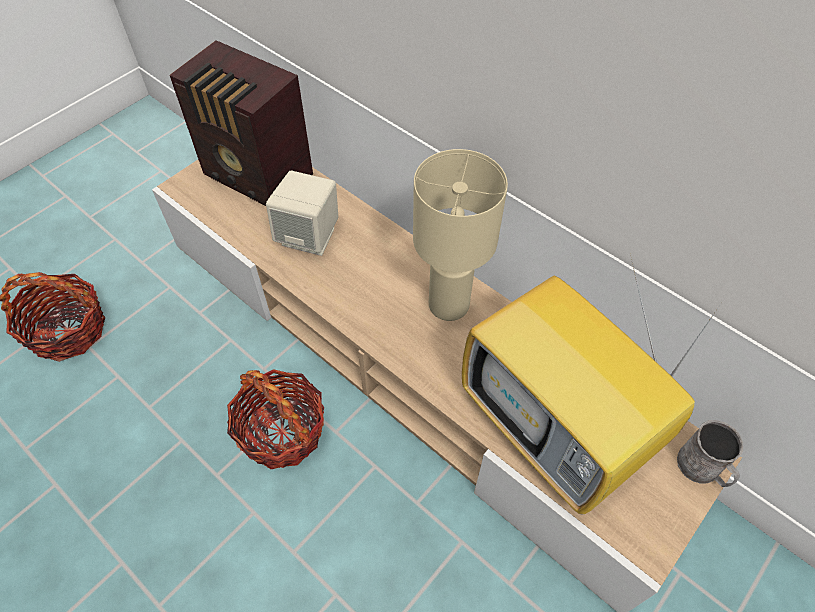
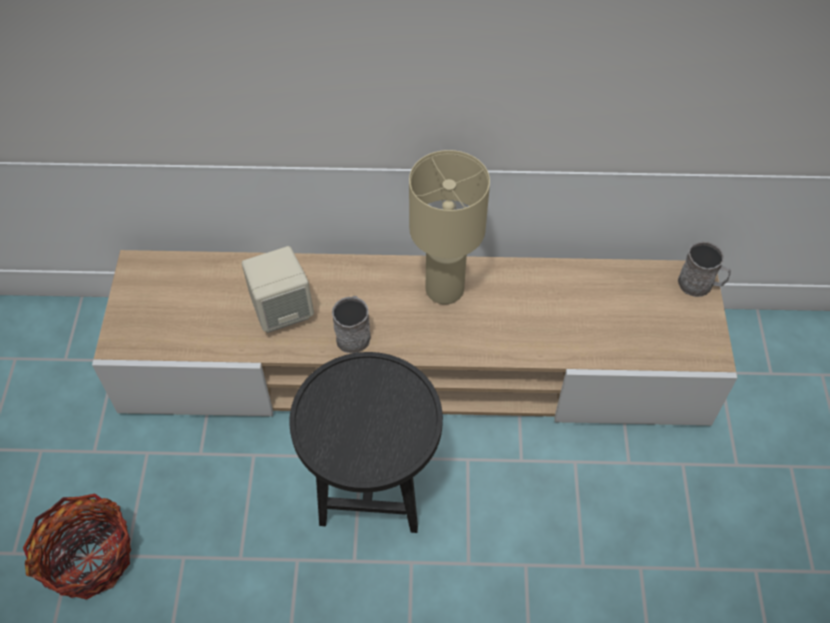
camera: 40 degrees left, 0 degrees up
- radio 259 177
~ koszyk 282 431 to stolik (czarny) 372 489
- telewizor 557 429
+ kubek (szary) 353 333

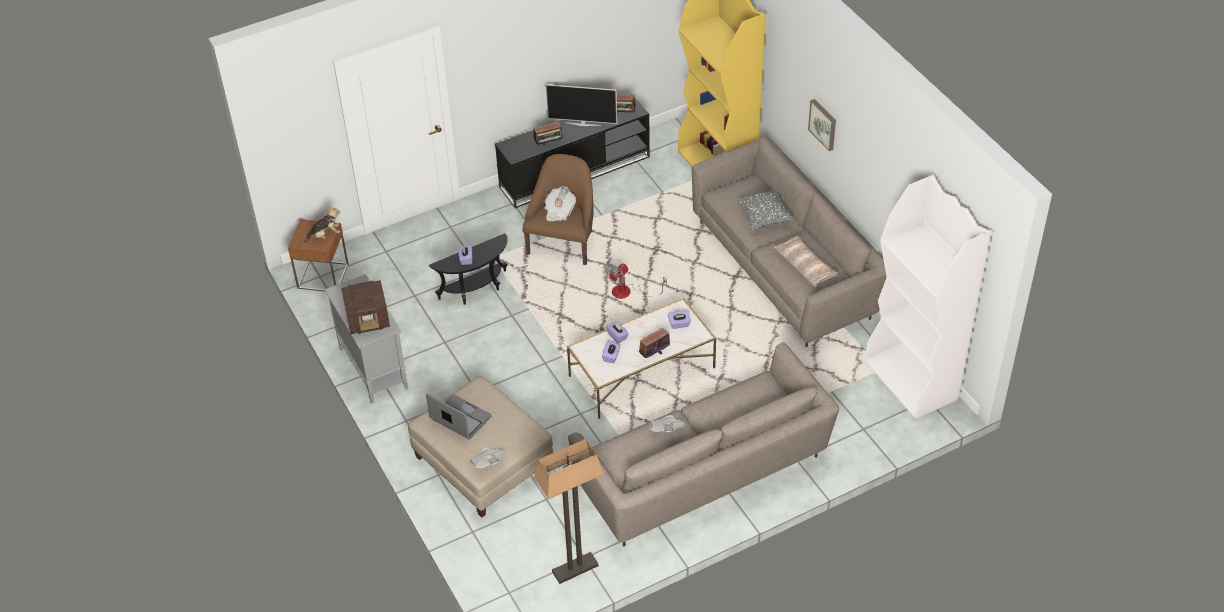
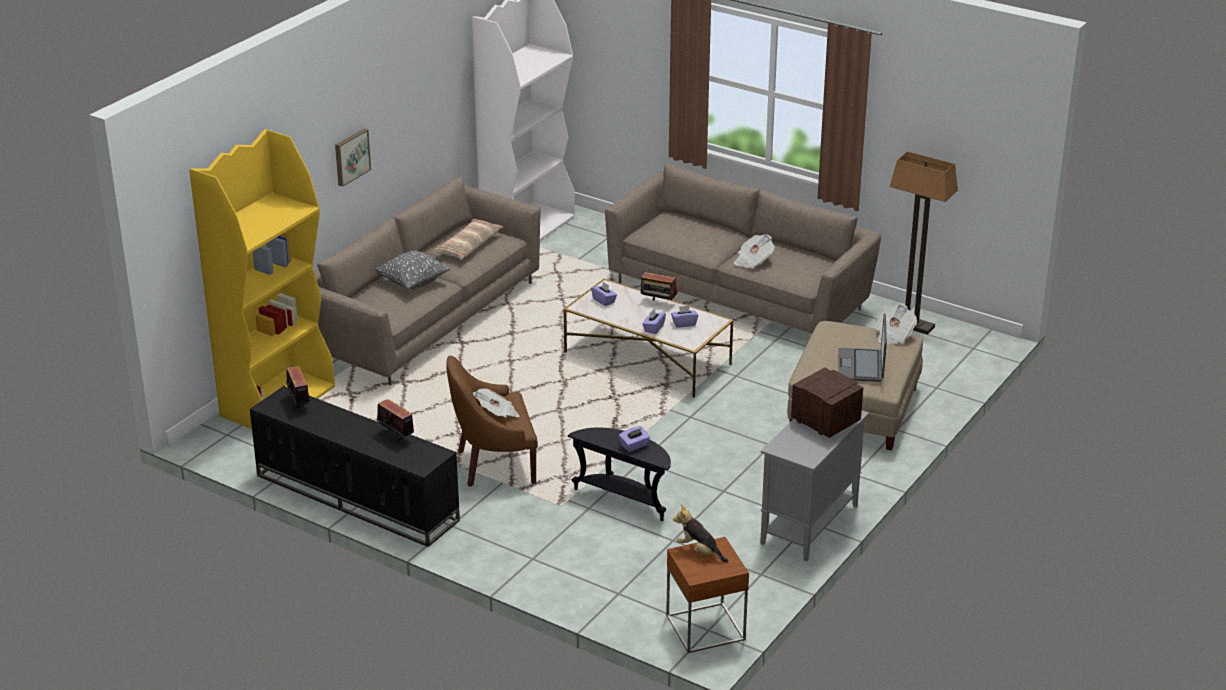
camera: 120 degrees left, 15 degrees down
- telewizor 583 123
- wentylator 628 292

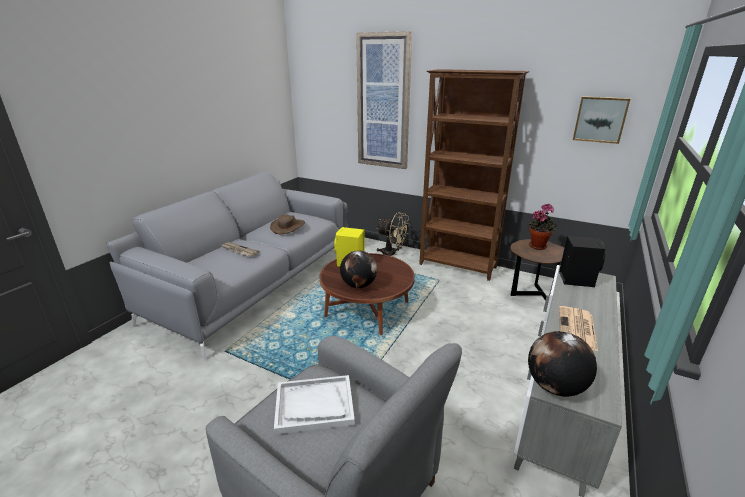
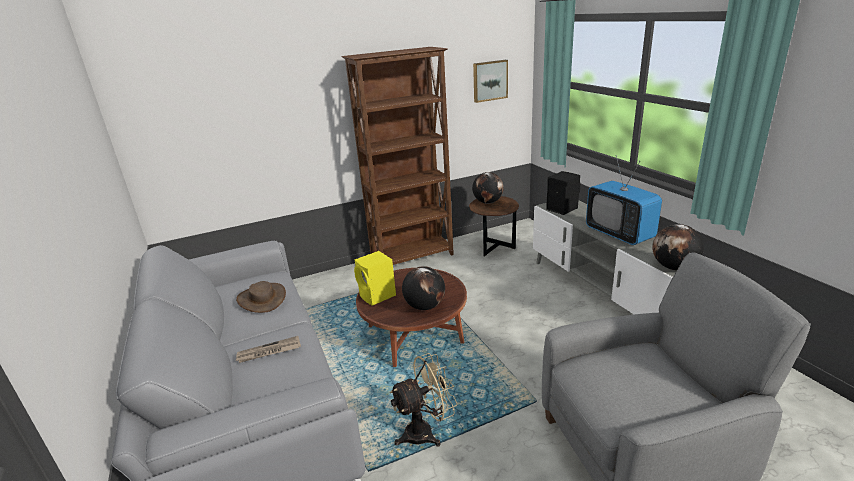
camera: 50 degrees left, 0 degrees up
- taca (biały) 314 405
- obraz 383 103
~ wentylator (beżowy) 392 254 to 426 431
~ roślina doniczkowa 538 246 to globus 488 202
~ gazeta 577 329 to telewizor 619 234

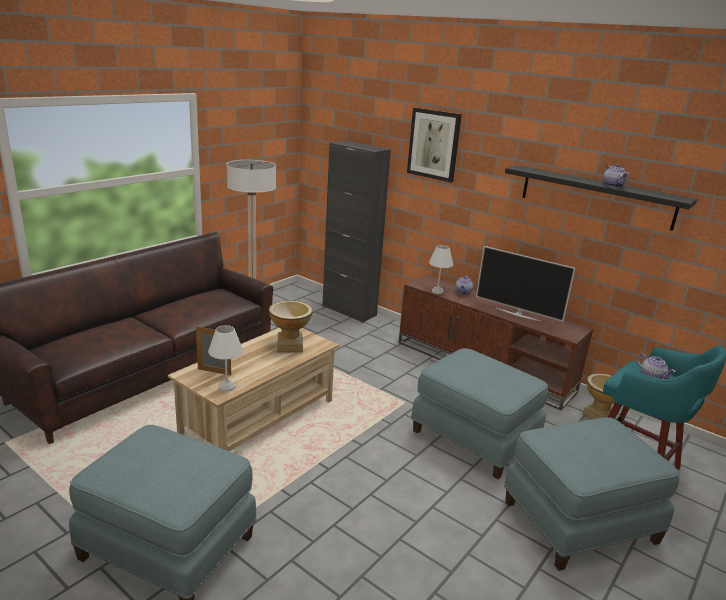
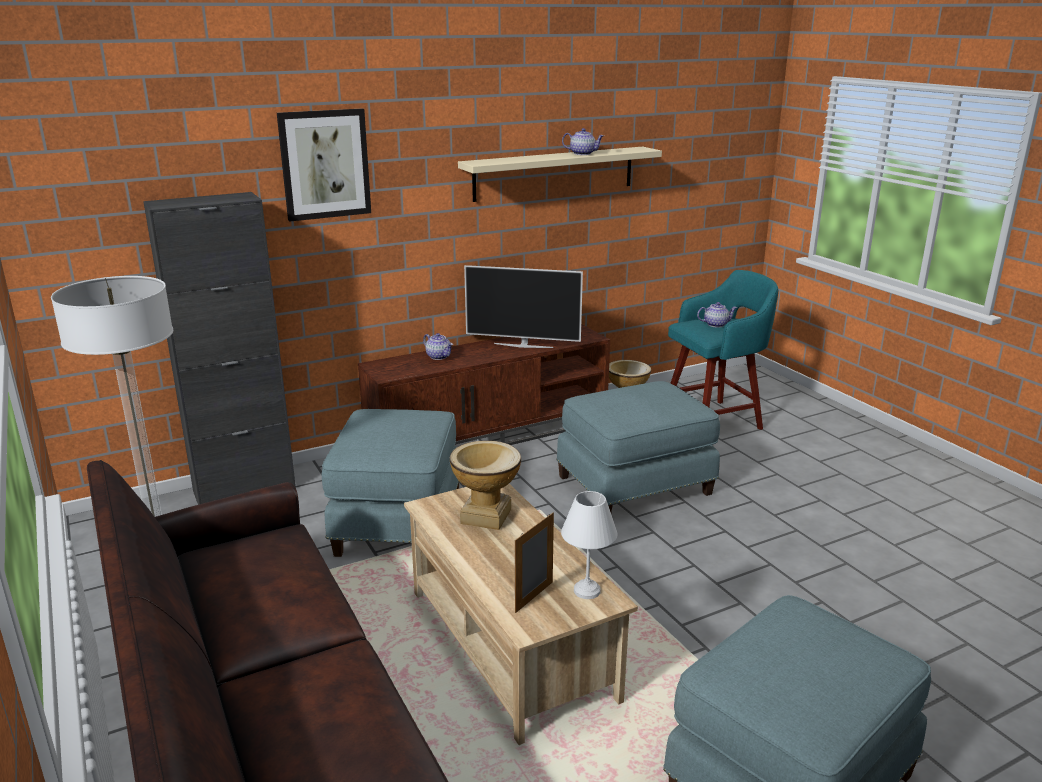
camera: 65 degrees left, 0 degrees up
- lampa stołowa (biały) 437 291
~ telewizor 518 314 = 523 345 45 degrees clockwise
~ pufa (niebieski) 578 520 to 397 521
~ półka (czarny) 596 196 to półka (beżowy) 554 173

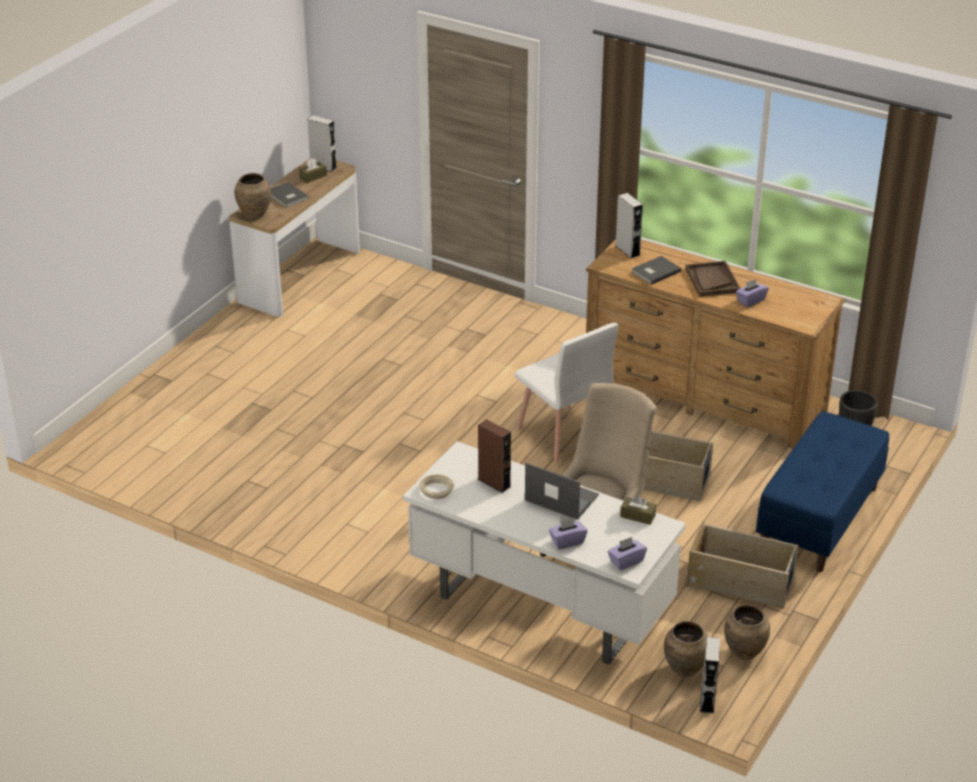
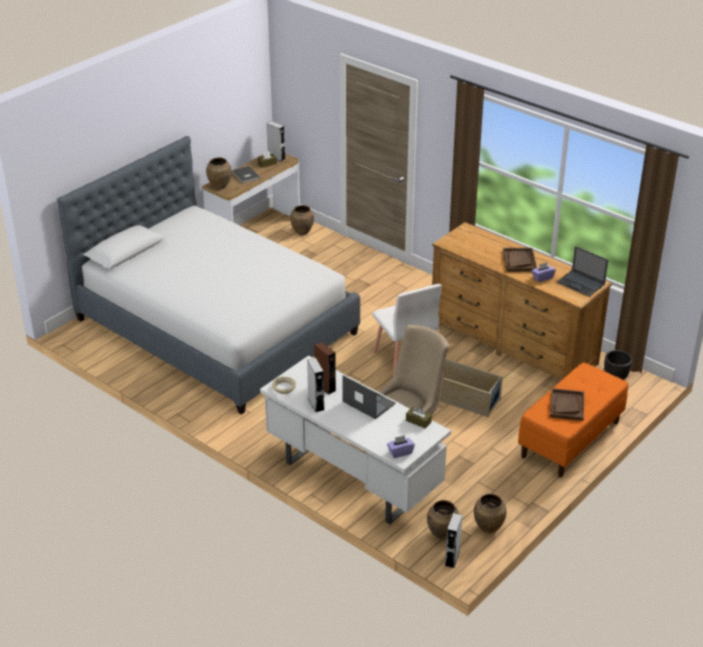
camera: 10 degrees right, 0 degrees up
- pudełko chusteczek (fioletowy) 567 541
~ głośnik (szary) 627 250 to 316 404
- książka (szary) 655 271
- pojemnik do przechowywania (beżowy) 741 582
~ ławka (niebieski) 819 519 to ławka (pomarańczowy) 570 440
+ łóżko 216 326
+ wazon (brązowy) 302 232
+ taca (brązowy) 566 405
+ laptop 581 283

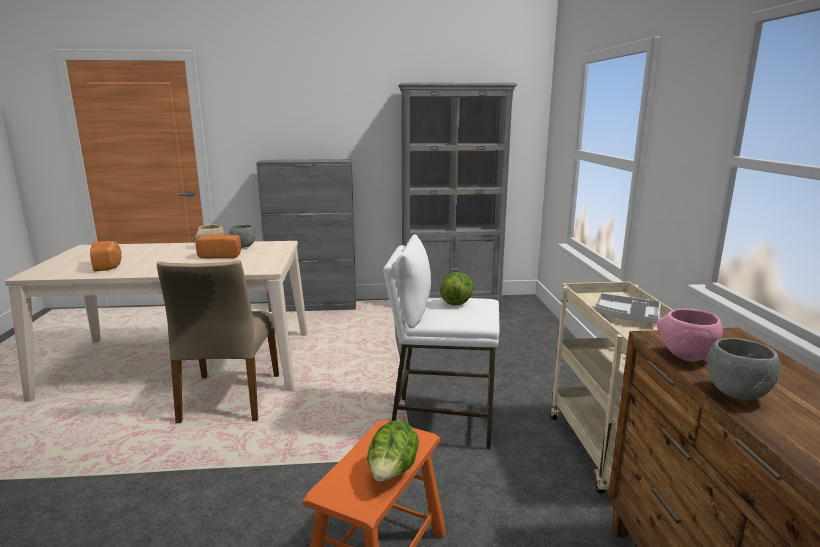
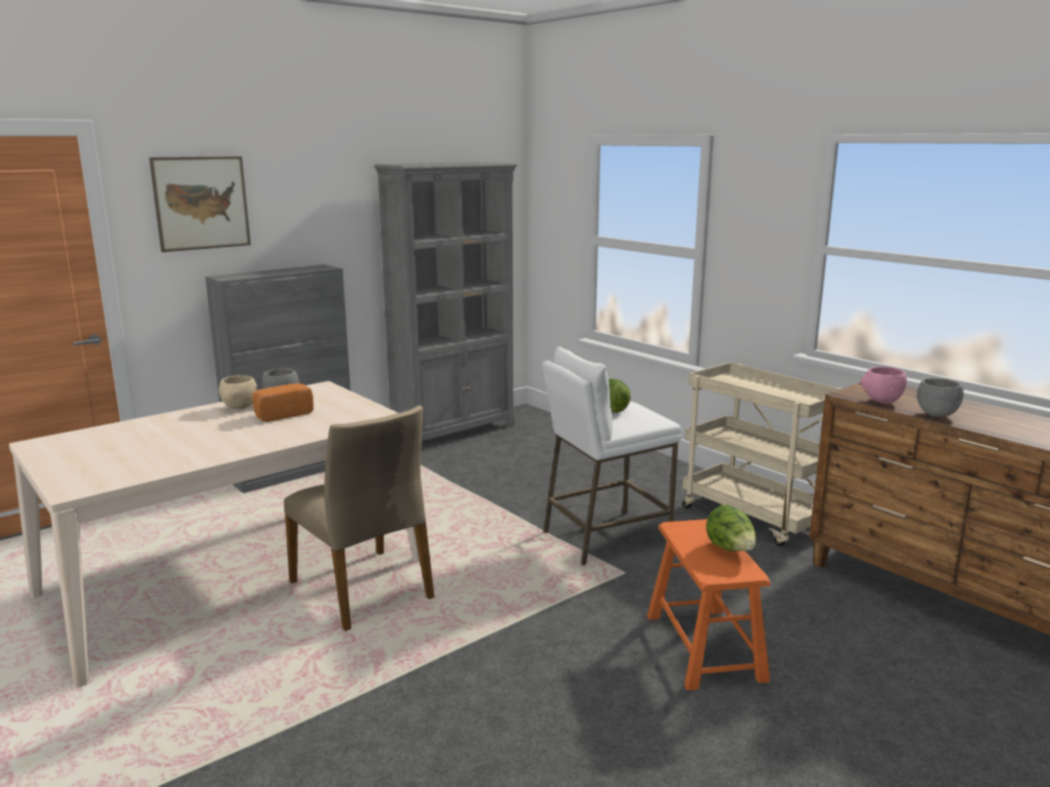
camera: 35 degrees left, 0 degrees up
- chleb 108 265
- taca (szary) 626 317
+ obraz 201 203

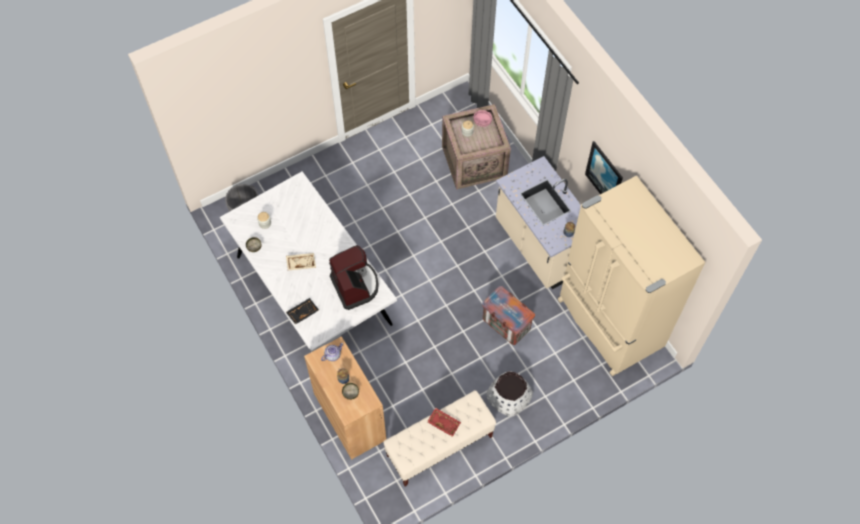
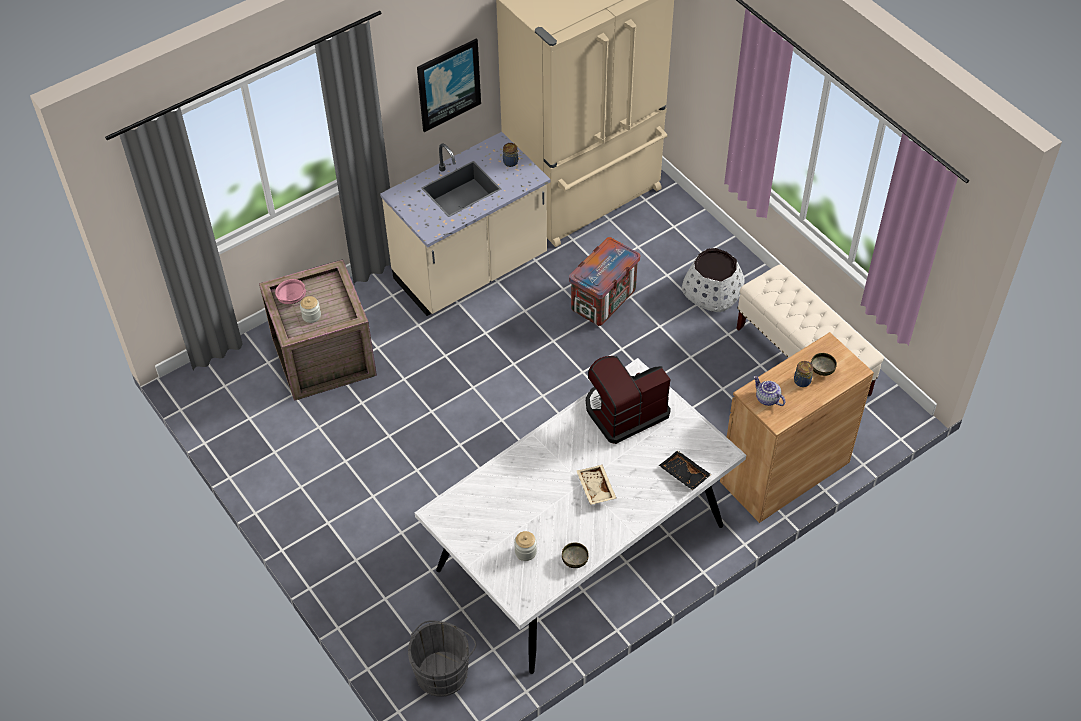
camera: 95 degrees left, 10 degrees down
- taca (czerwony) 444 423

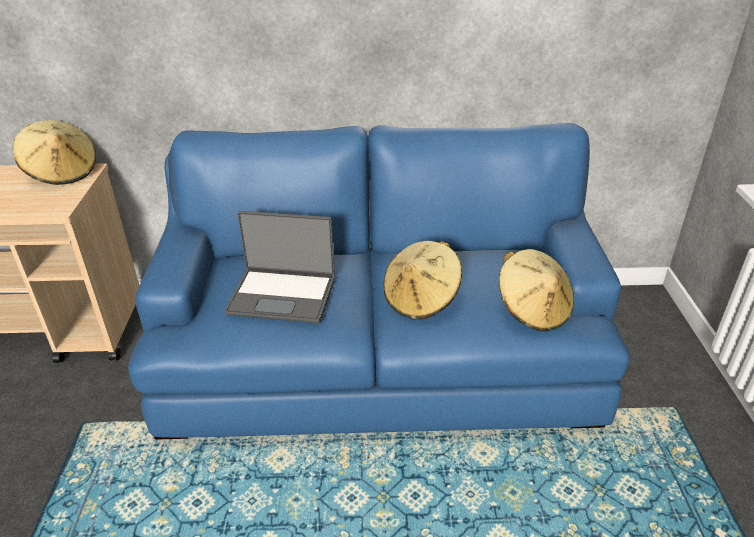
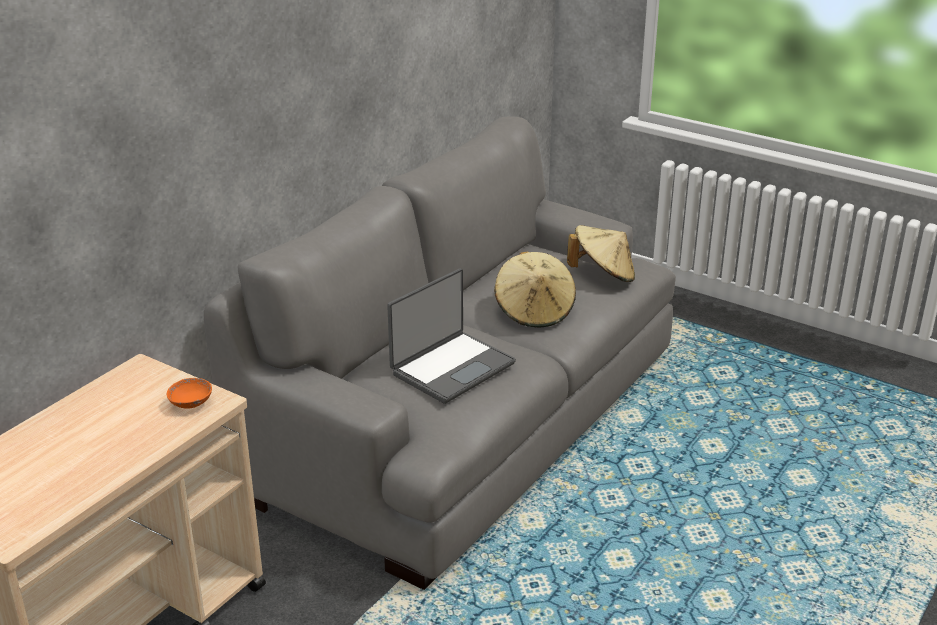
camera: 55 degrees left, 5 degrees down
- kapelusz (beżowy) 62 173
~ kanapa (niebieski) 378 359 to kanapa (szary) 467 420
+ miska (pomarańczowy) 191 403

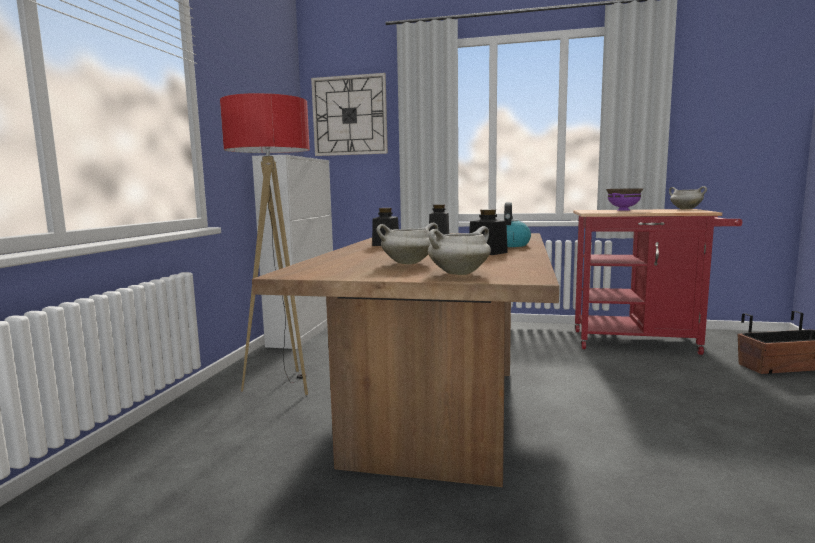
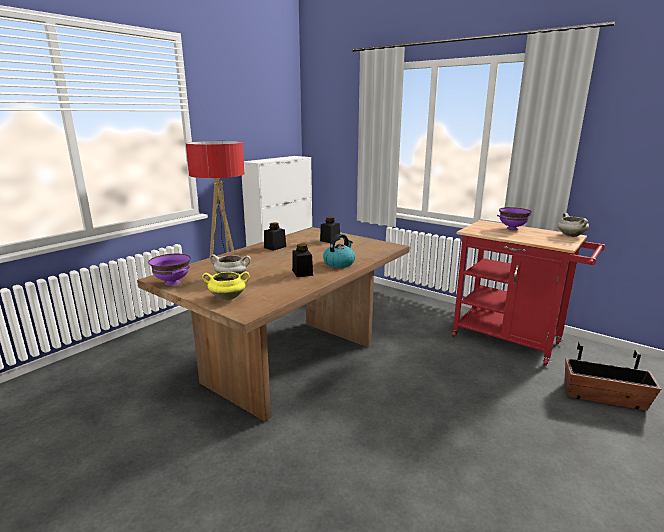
camera: 25 degrees right, 10 degrees up
- zegar ścienny 350 115
~ garnek (biały) 459 273 to garnek (żółty) 228 298
+ miska (fioletowy) 173 282

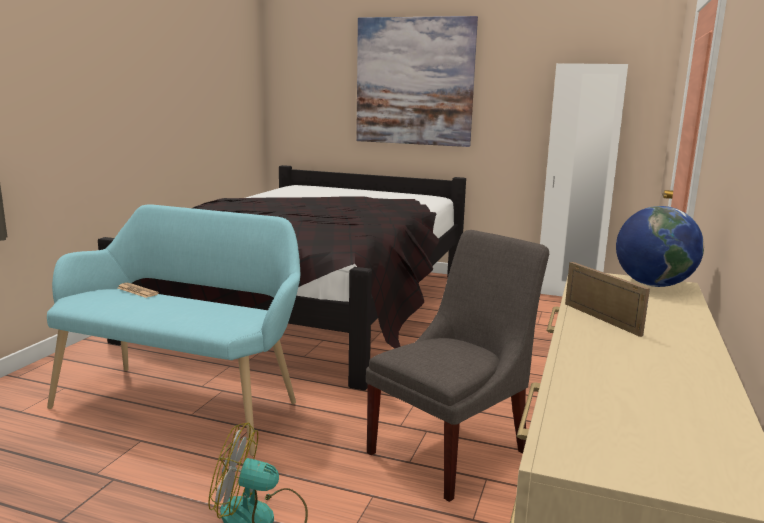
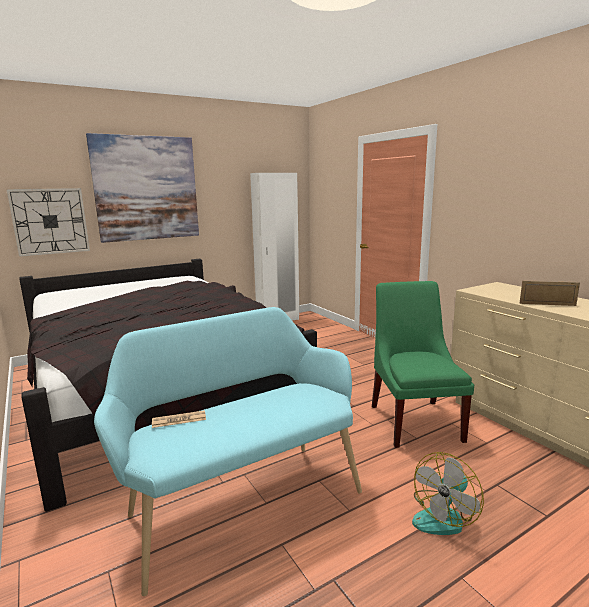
camera: 50 degrees left, 0 degrees up
~ krzesło (szary) 453 449 to krzesło (zielony) 414 420
- globus 653 284
+ zegar ścienny 50 221

